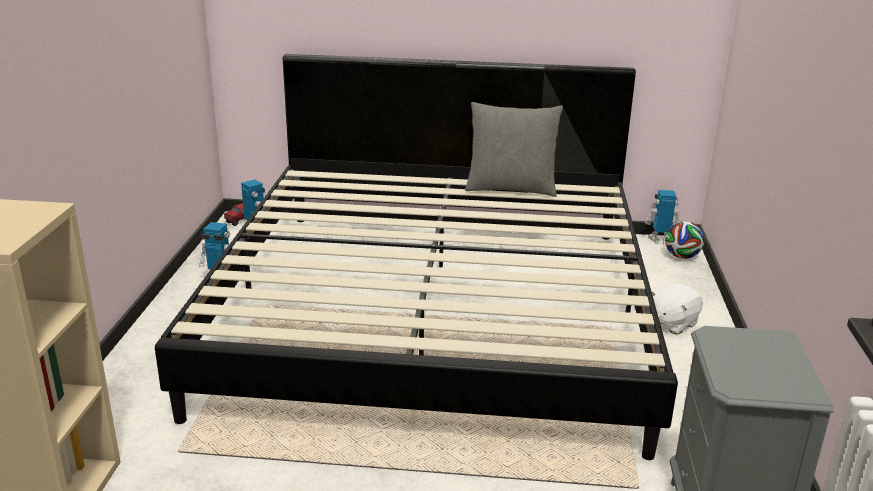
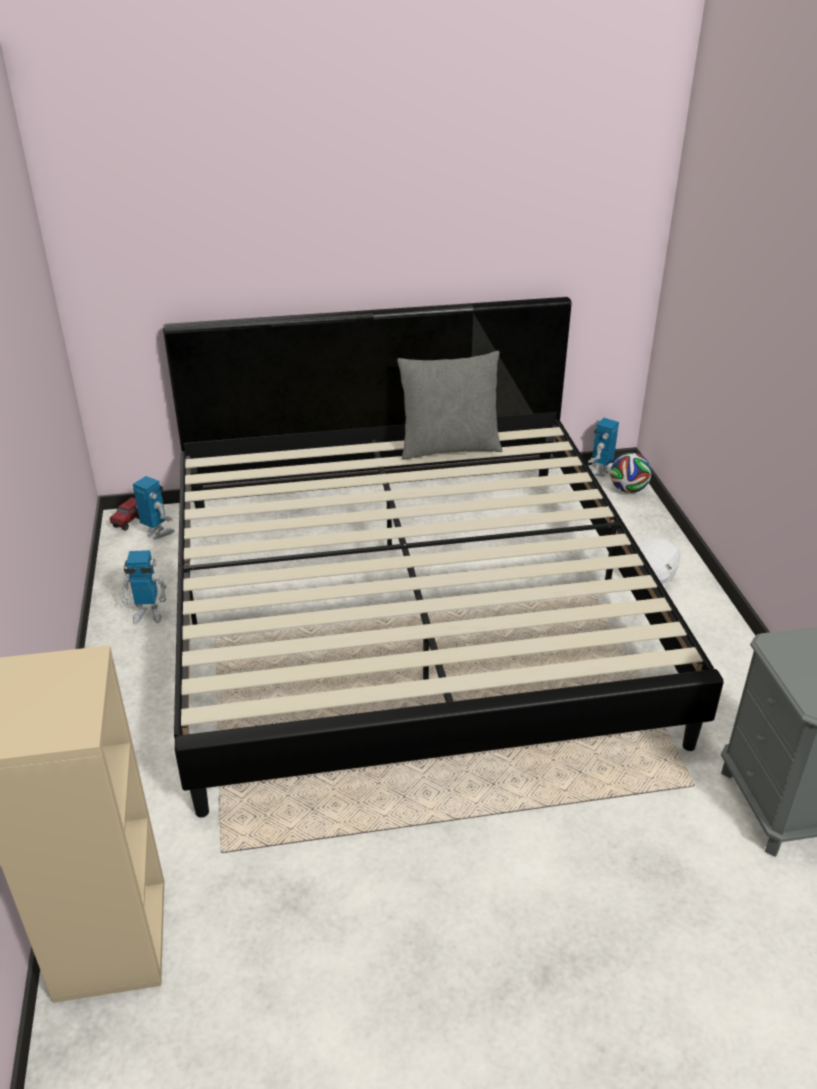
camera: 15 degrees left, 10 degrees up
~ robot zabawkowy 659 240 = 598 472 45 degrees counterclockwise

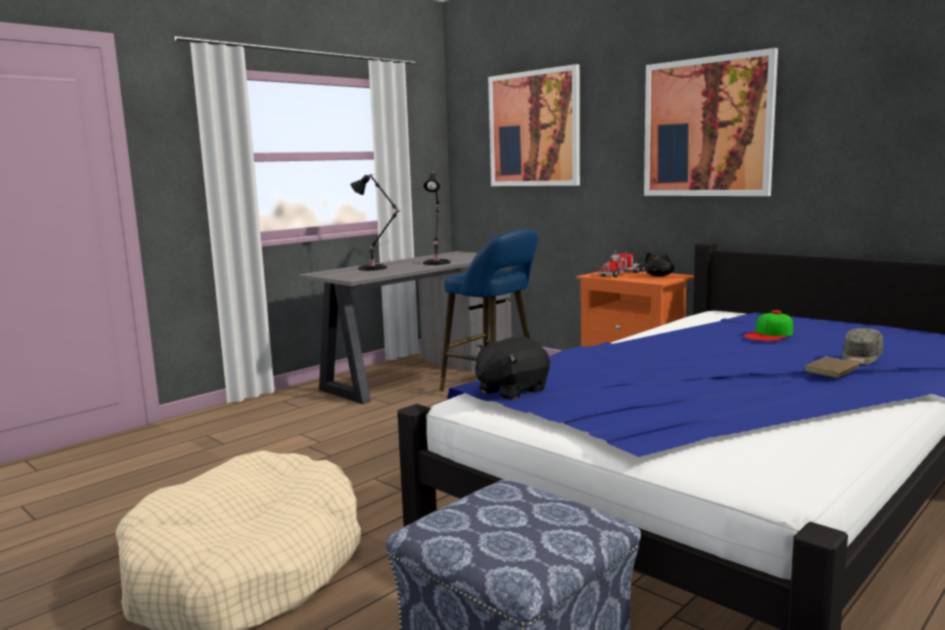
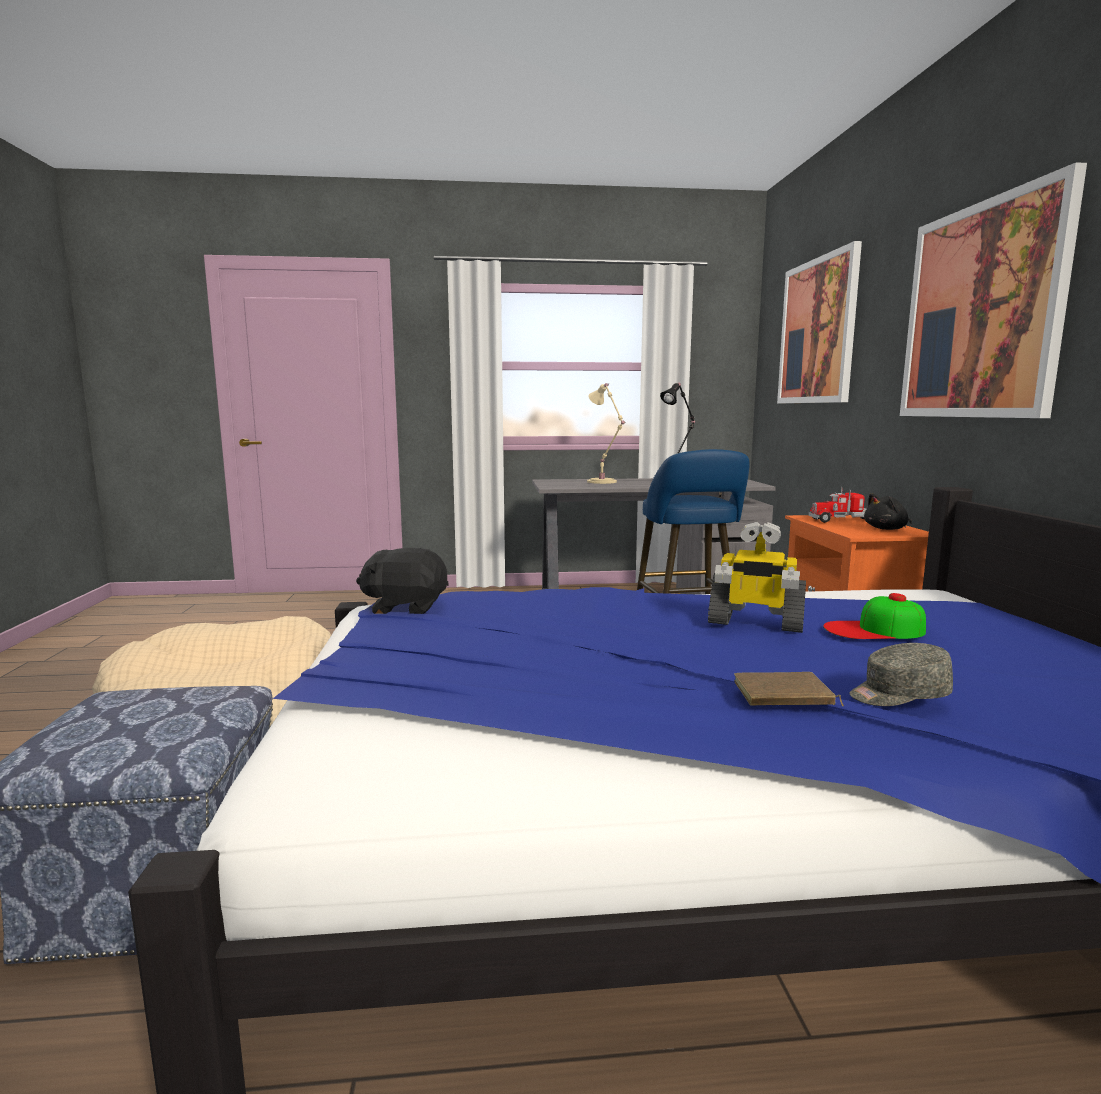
camera: 40 degrees right, 0 degrees up
~ lampa stołowa (czarny) 374 268 to lampa stołowa (beżowy) 603 482
+ robot zabawkowy 755 622

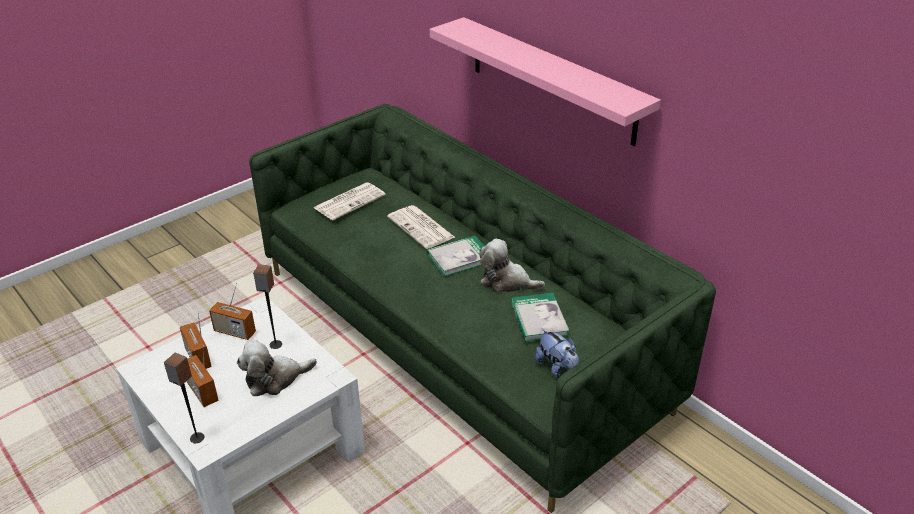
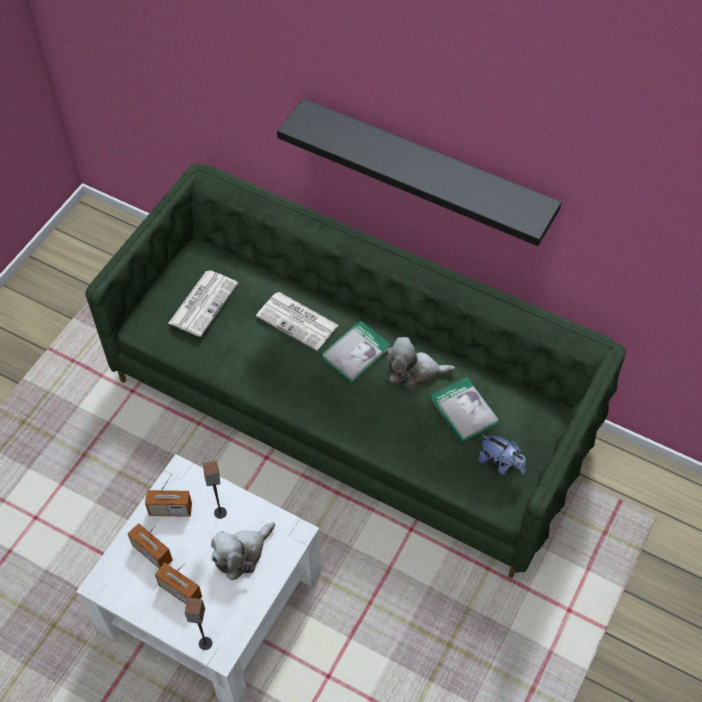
camera: 20 degrees left, 20 degrees up
~ półka (różowy) 551 80 to półka (czarny) 426 168

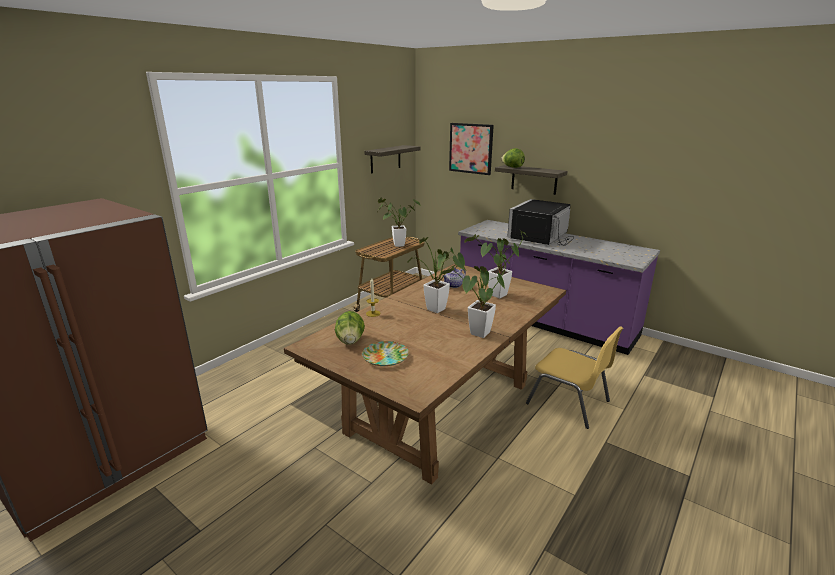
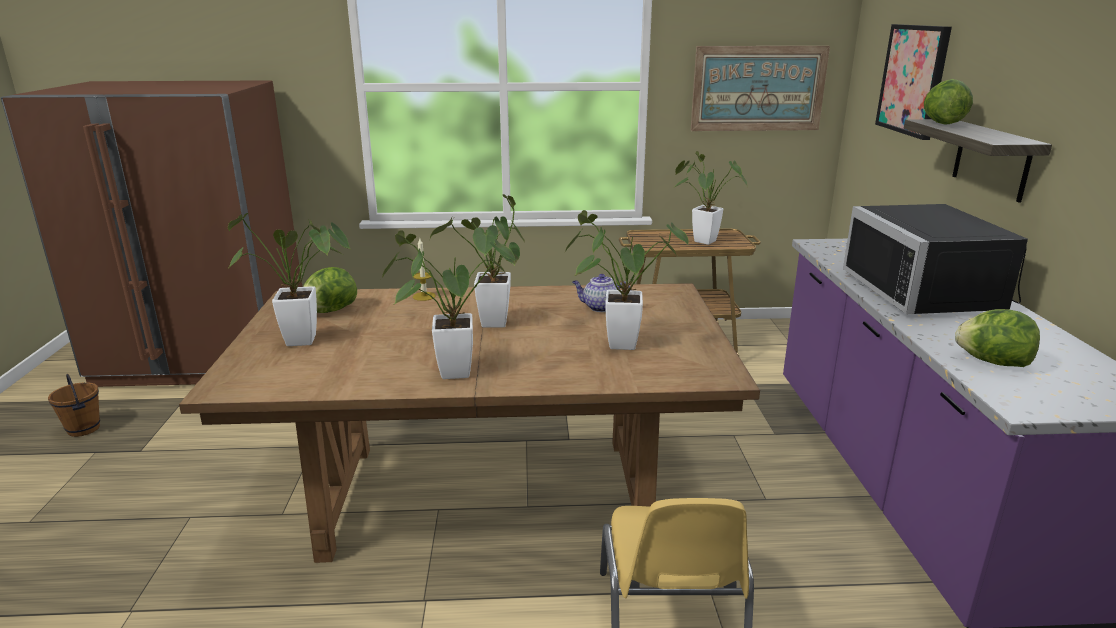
camera: 50 degrees right, 0 degrees up
~ talerz 386 356 to roślina doniczkowa 309 340
~ półka 385 159 to obraz 758 88
~ mikrofalówka (czarny) 542 237 = 930 292 90 degrees counterclockwise
+ wiadro (brązowy) 84 429
+ sałata 992 362

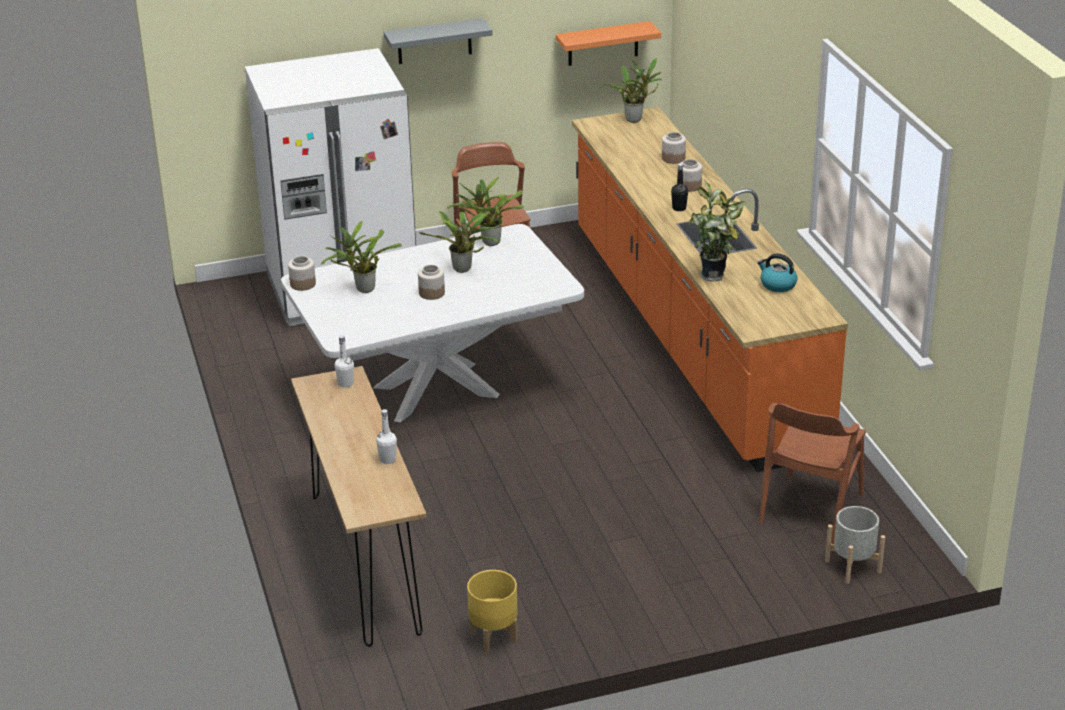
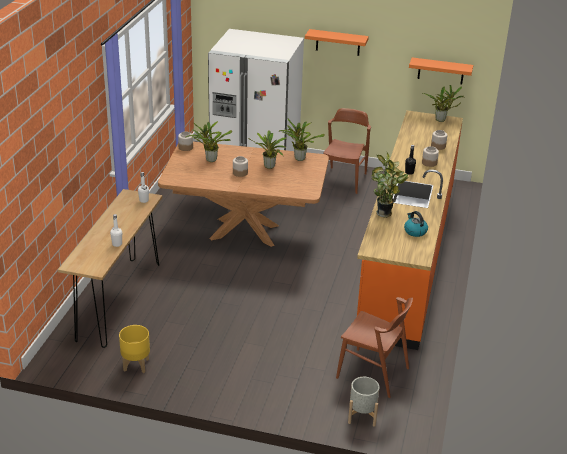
camera: 30 degrees right, 0 degrees up
~ stół jadalny (biały) 437 392 to stół jadalny (brązowy) 245 232
~ półka (szary) 434 41 to półka (pomarańczowy) 338 42
~ krzesło (brązowy) 811 509 = 373 373 120 degrees counterclockwise

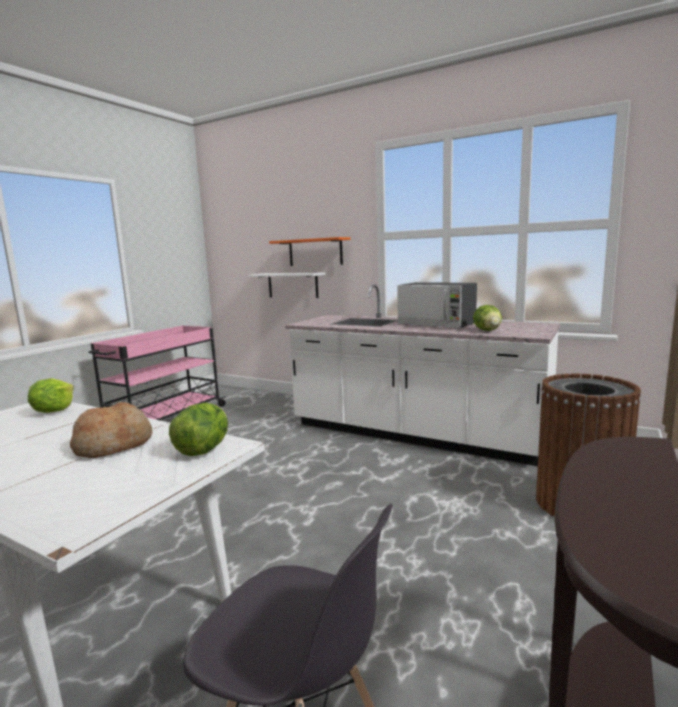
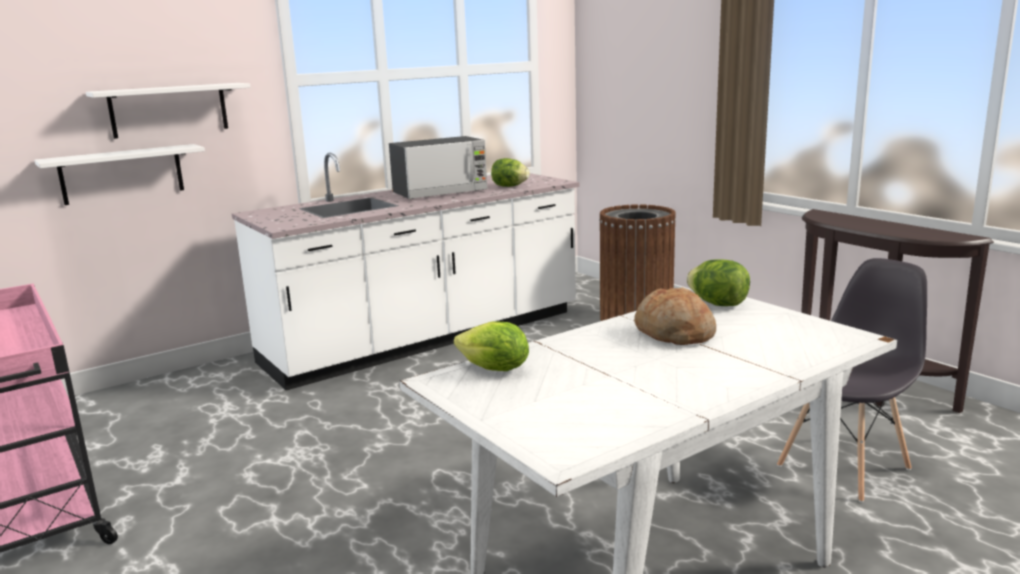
camera: 65 degrees left, 5 degrees up
~ półka (pomarańczowy) 315 252 to półka (biały) 169 110

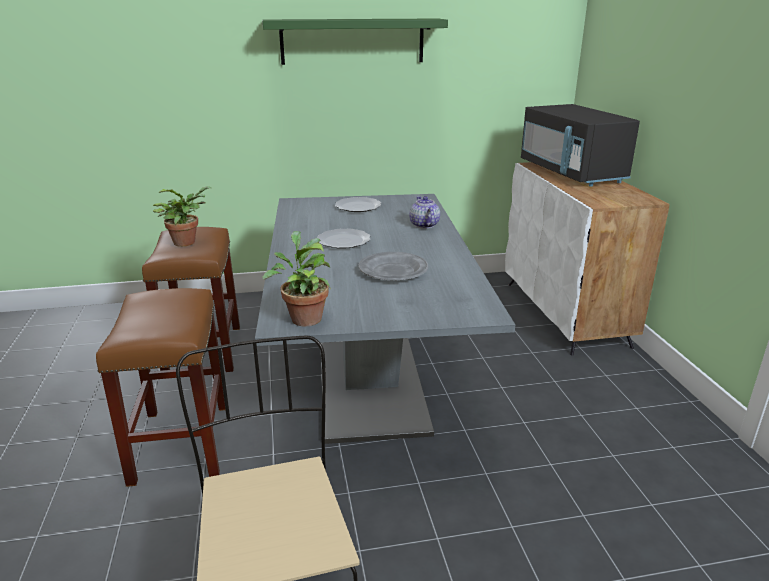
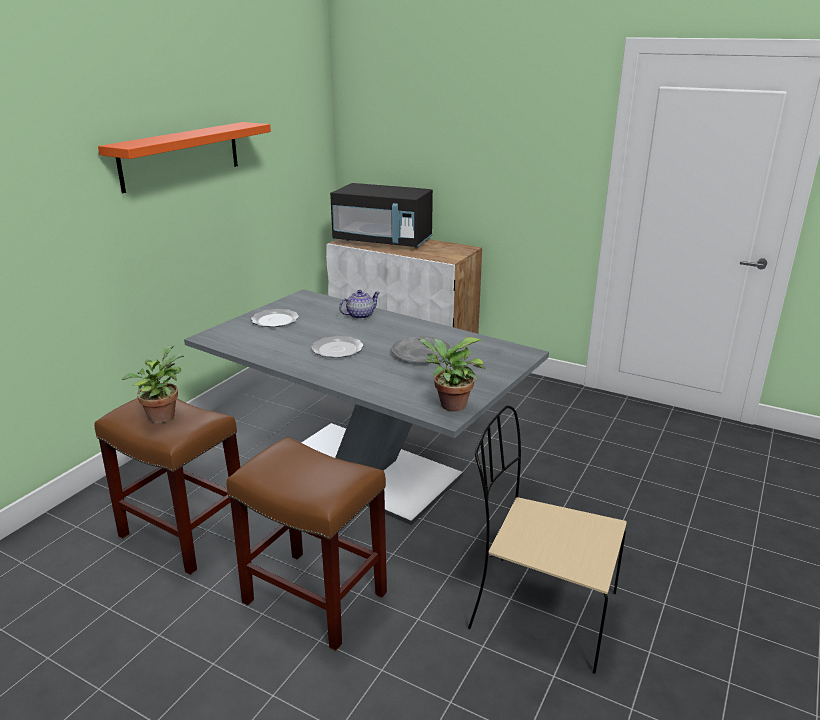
camera: 50 degrees left, 0 degrees up
~ półka (zielony) 352 41 to półka (pomarańczowy) 181 155
~ imbryk 424 225 = 360 315 120 degrees clockwise

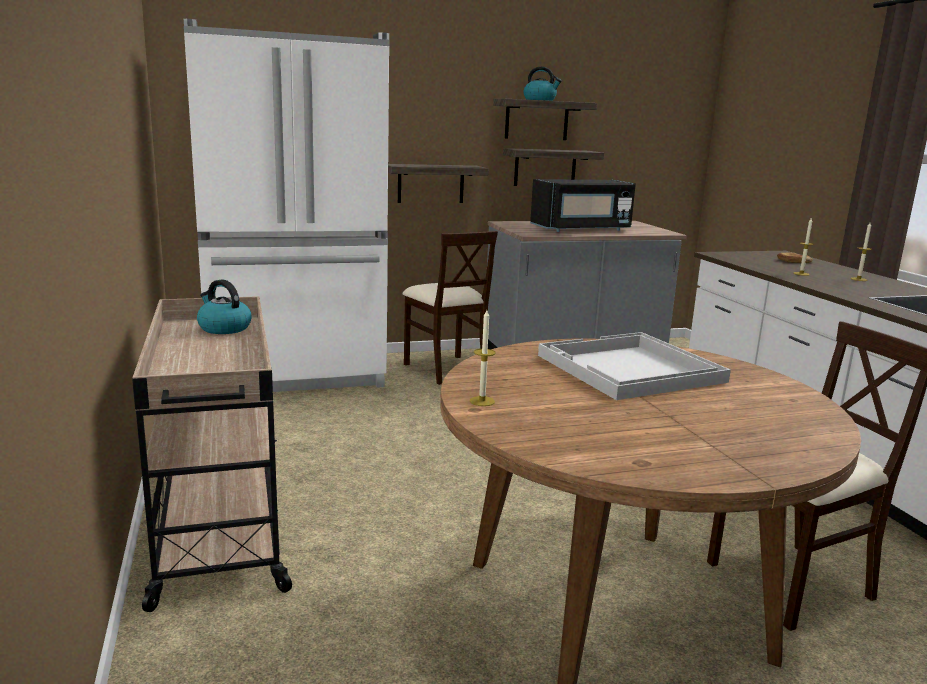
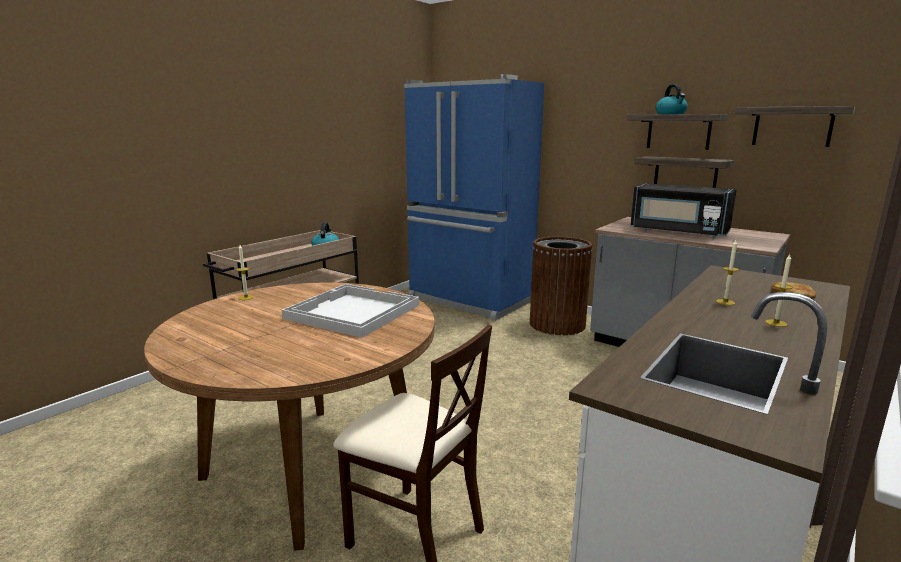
camera: 55 degrees right, 0 degrees up
~ lodówka (biały) 297 376 to lodówka (niebieski) 469 301
~ półka 430 183 to 792 126
~ krzesło (beżowy) 446 369 to kosz na śmieci (brązowy) 557 324

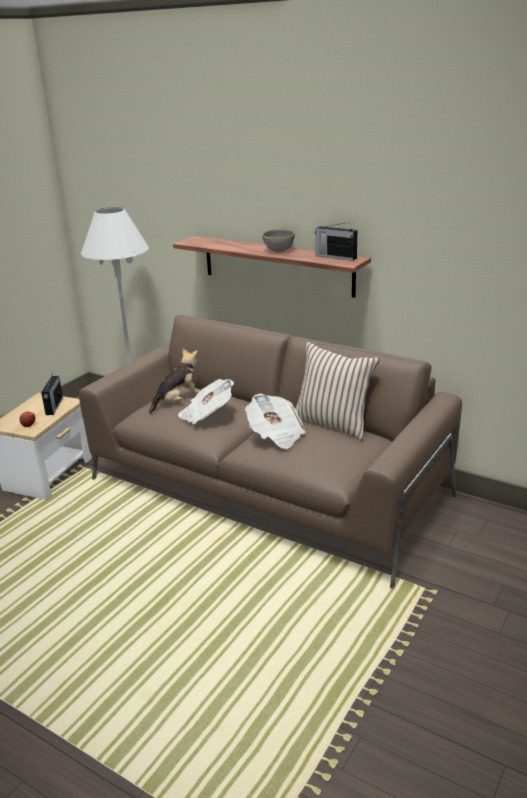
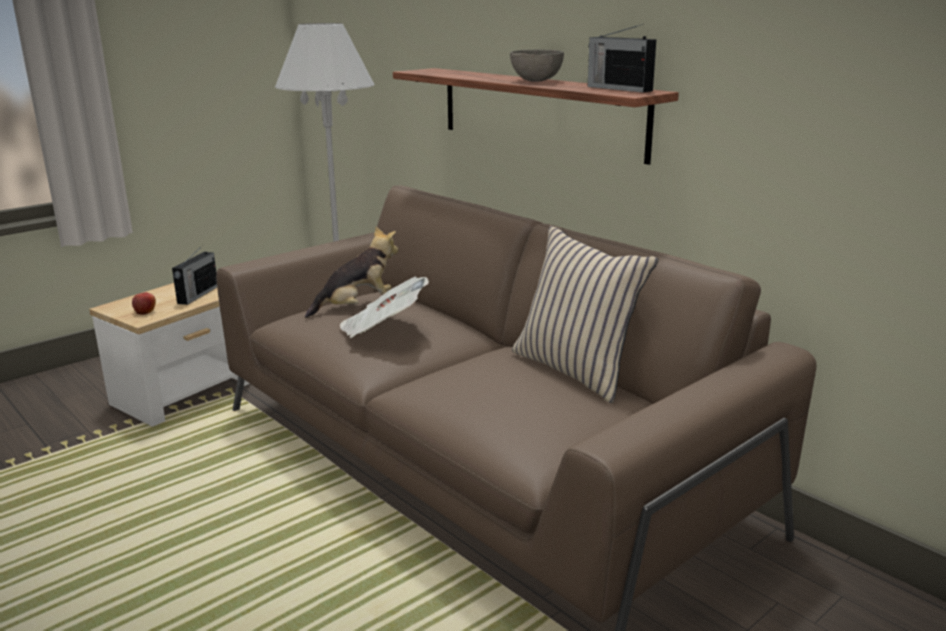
camera: 15 degrees right, 5 degrees down
- gazeta 275 435

